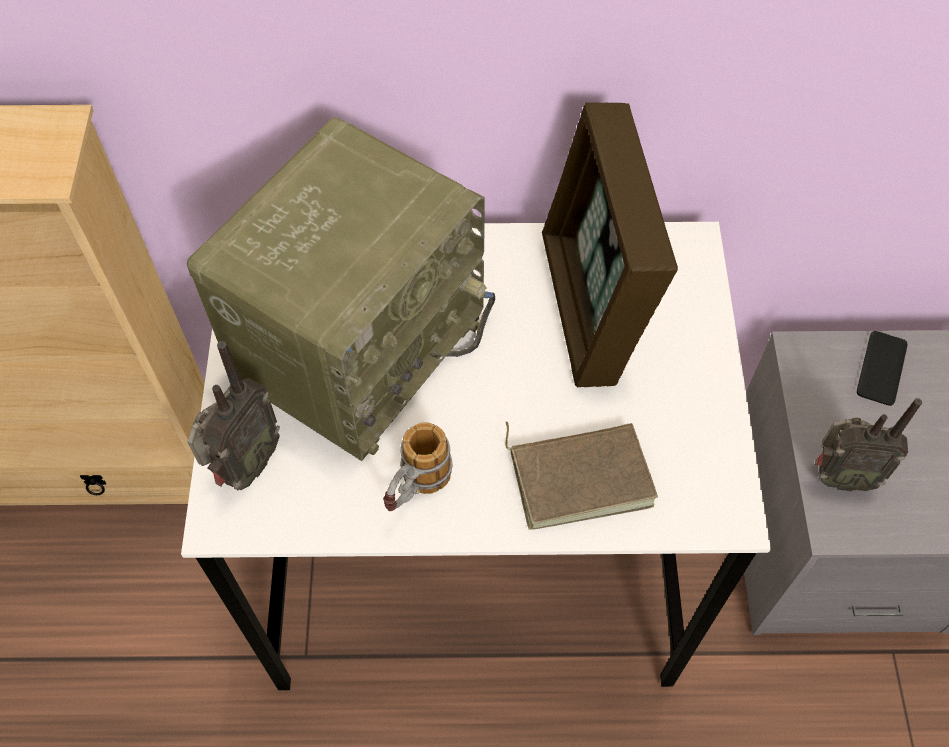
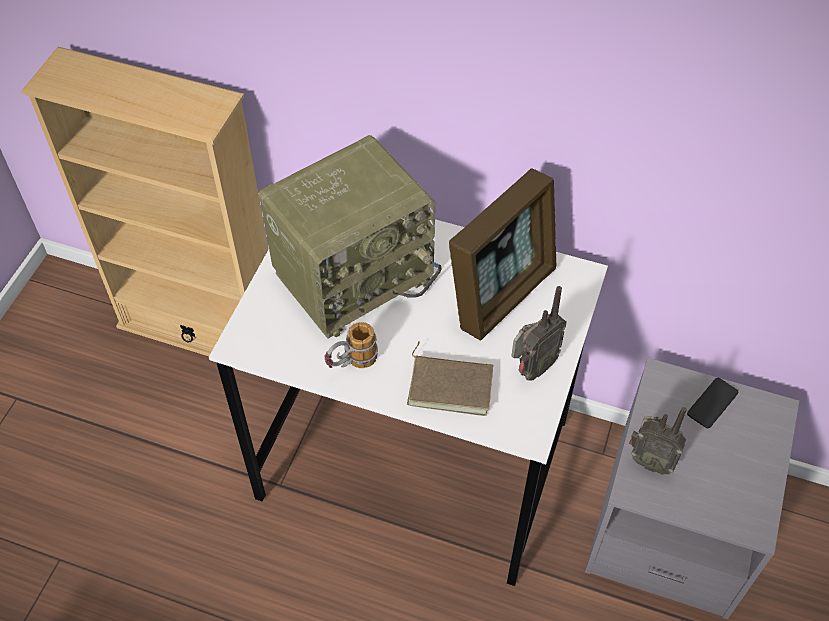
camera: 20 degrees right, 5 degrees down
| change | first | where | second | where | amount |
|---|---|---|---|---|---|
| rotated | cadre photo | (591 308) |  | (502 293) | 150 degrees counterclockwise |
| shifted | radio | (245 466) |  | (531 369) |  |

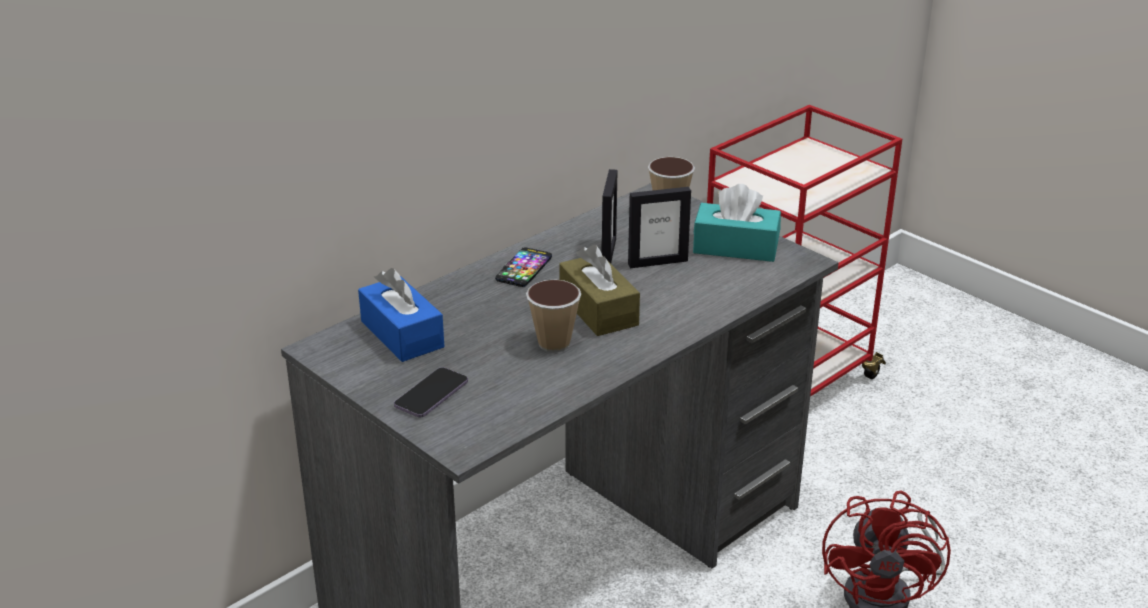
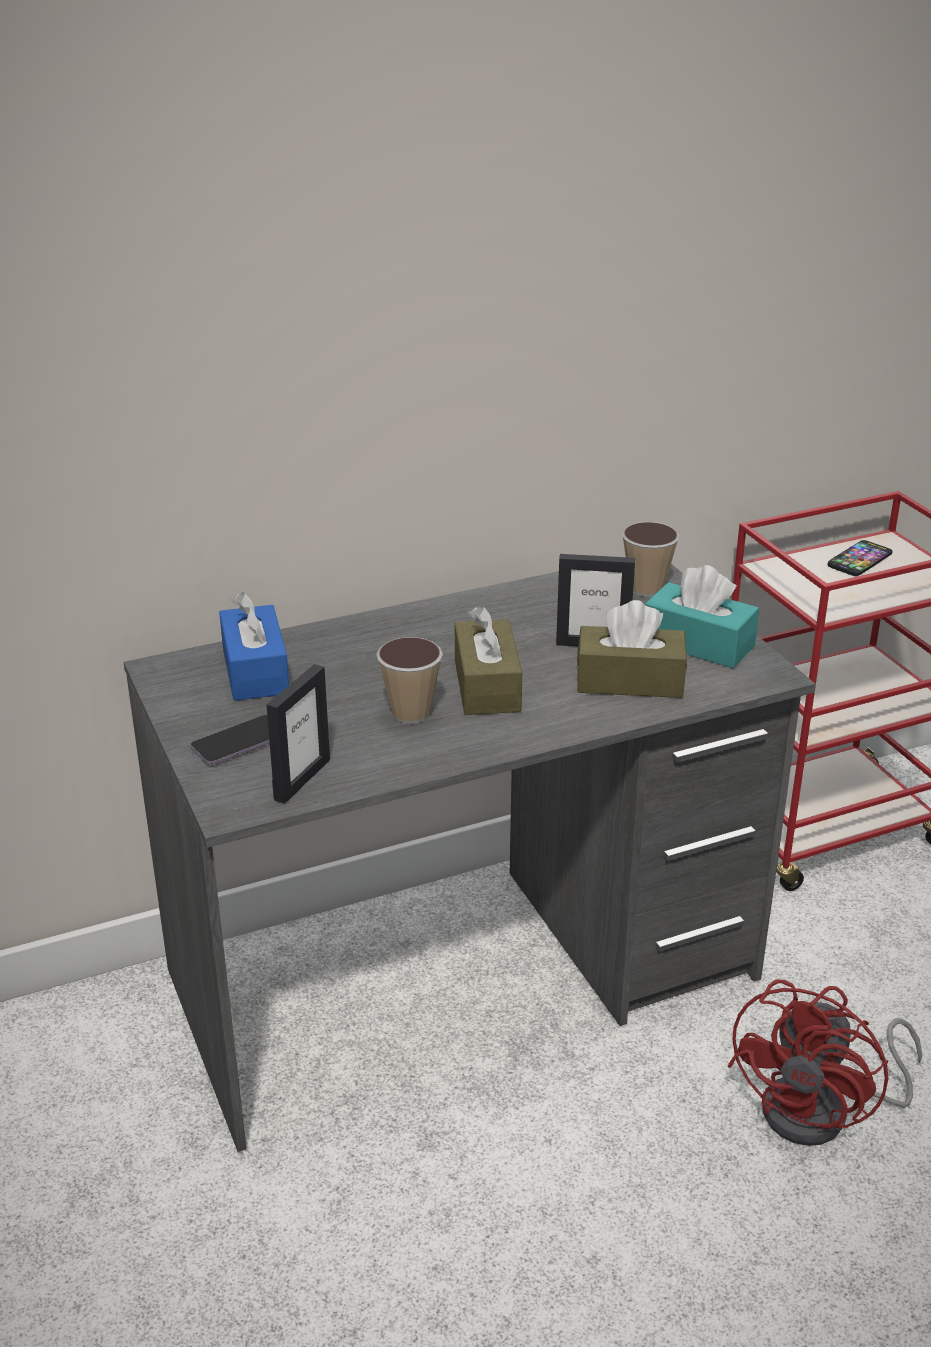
camera: 20 degrees right, 0 degrees up
| change | first | where | second | where | amount |
|---|---|---|---|---|---|
| shifted | cadre photo | (608 253) |  | (301 779) |  |
| new |  |  | boîte à mouchoirs (marron) | (630 681) |  |
| shifted | téléphone | (524 268) |  | (859 560) |  |

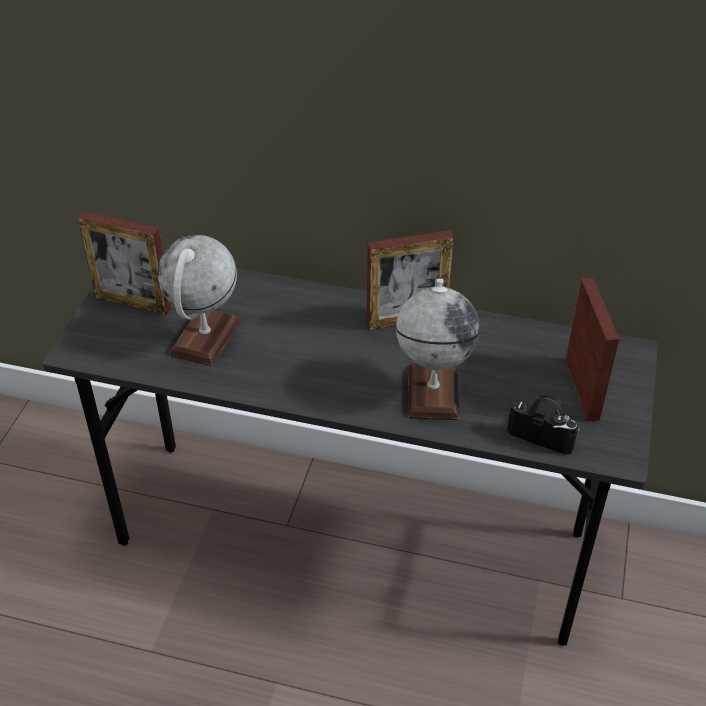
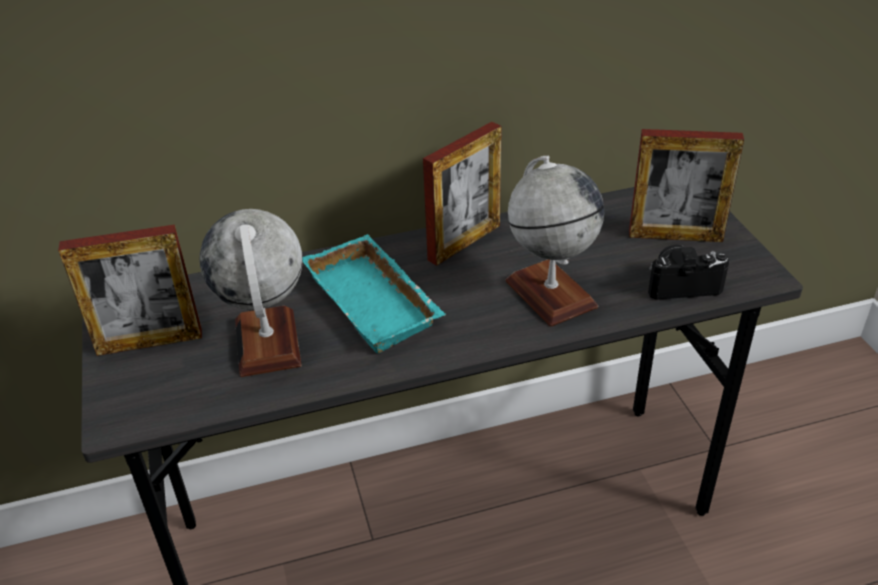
camera: 30 degrees left, 5 degrees down
| change | first | where | second | where | amount |
|---|---|---|---|---|---|
| new |  |  | plateau (turquoise) | (377 301) |  |
| rotated | cadre photo | (582 389) |  | (675 236) | 135 degrees clockwise |

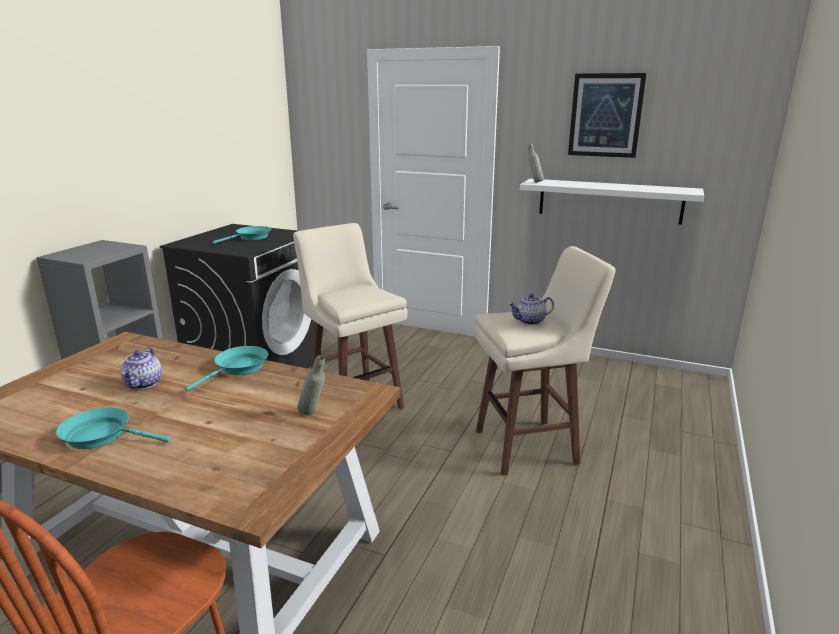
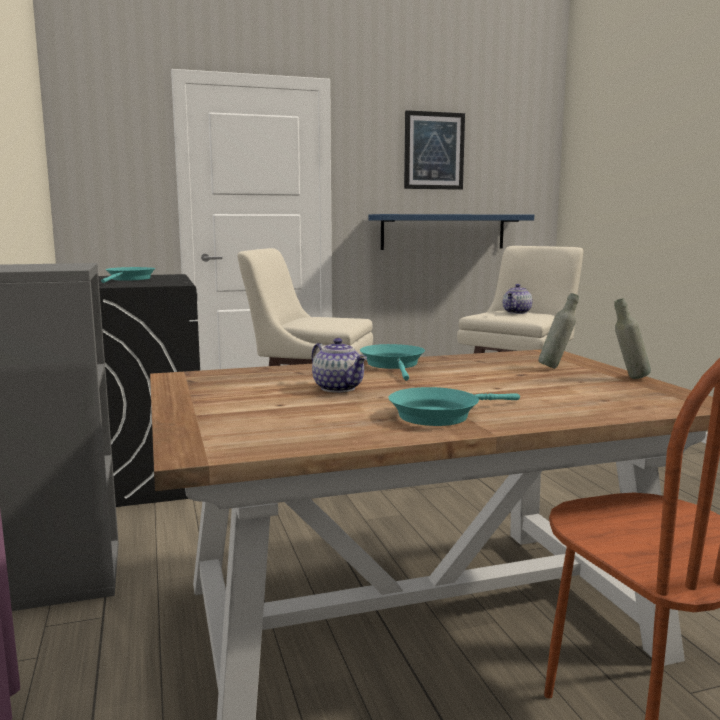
camera: 40 degrees left, 10 degrees down
| change | first | where | second | where | amount |
|---|---|---|---|---|---|
| repainted | étagère (blanc) | (609 201) | étagère (bleu) | (443 232) |  |
| shifted | bouteille (gris) | (534 182) |  | (629 378) |  |

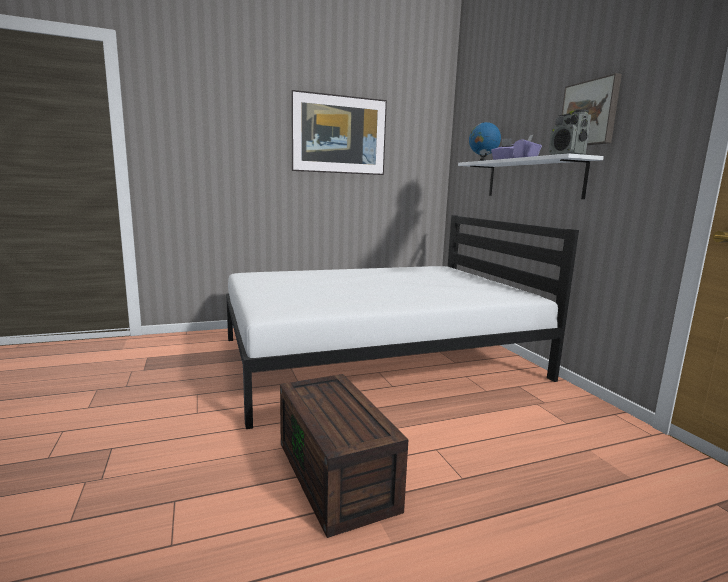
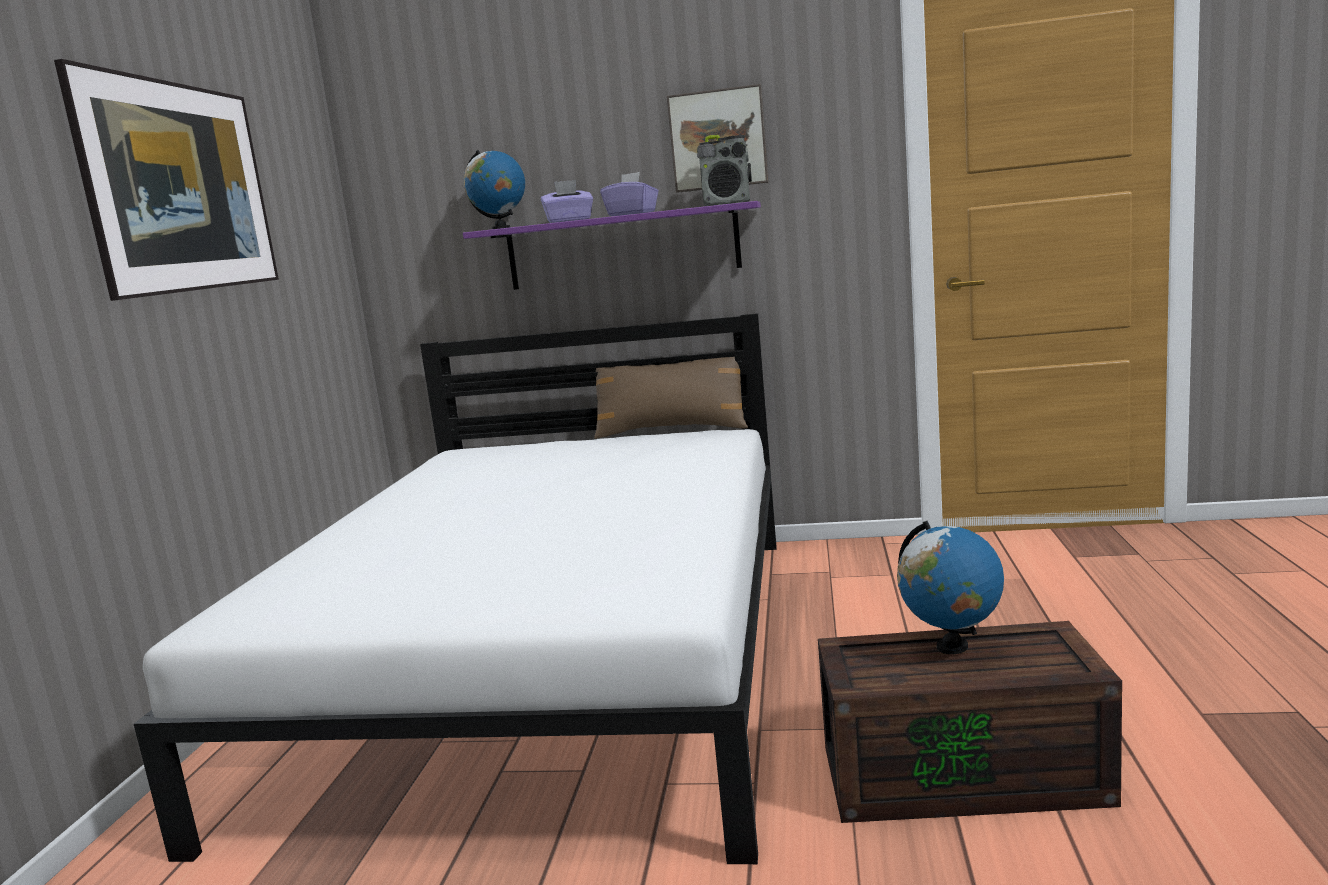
camera: 60 degrees left, 0 degrees up
| change | first | where | second | where | amount |
|---|---|---|---|---|---|
| repainted | étagère (blanc) | (532 179) | étagère (violet) | (622 248) |  |
| new |  |  | coussin (marron) | (671 430) |  |
| new |  |  | globe | (951 647) |  |

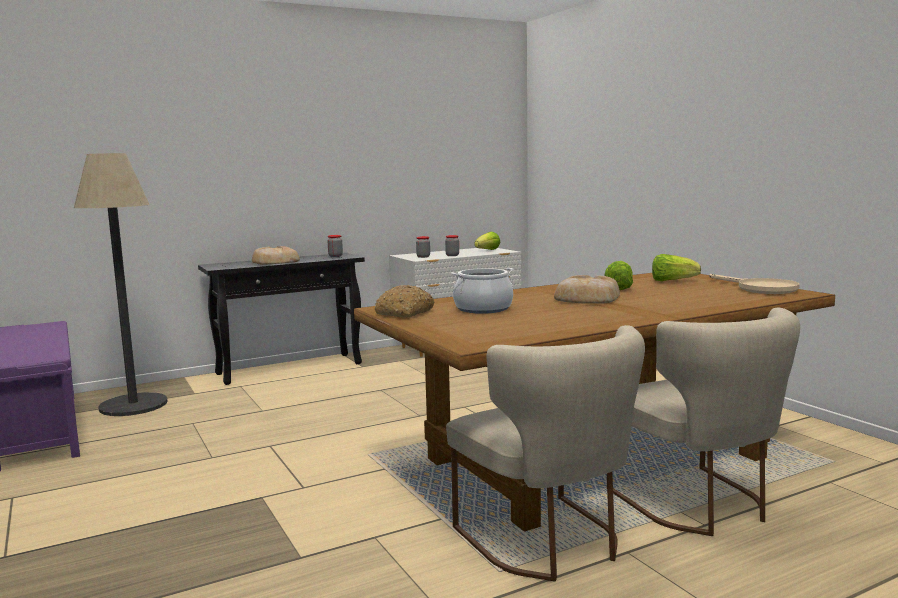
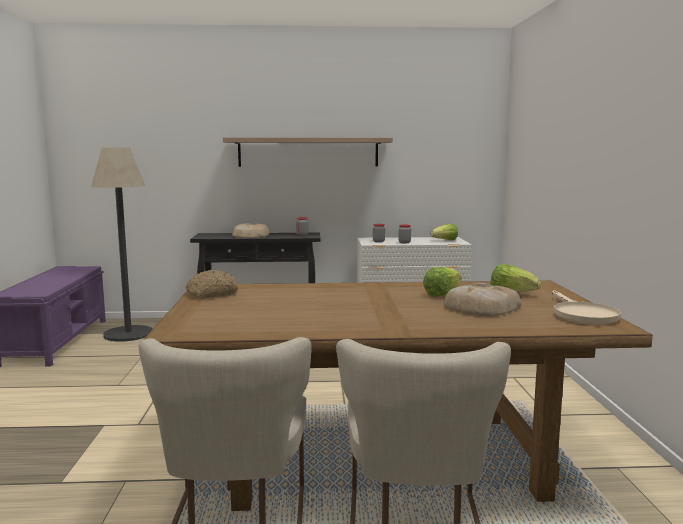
camera: 25 degrees right, 0 degrees up
| change | first | where | second | where | amount |
|---|---|---|---|---|---|
| new |  |  | étagère | (308 152) |  |
| shifted | pain | (586 298) |  | (480 307) |  |
| gone | marmite | (483 309) |  |  |  |

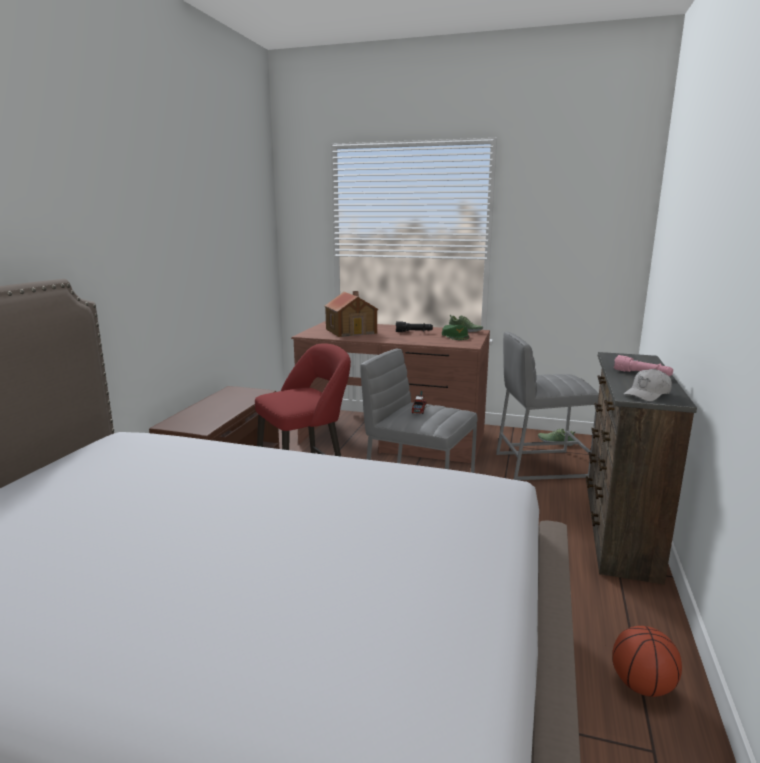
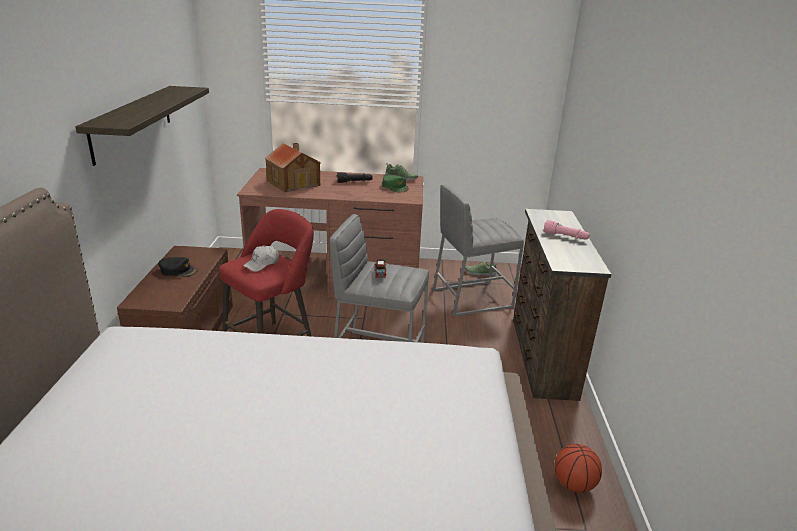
camera: 15 degrees left, 10 degrees up
| change | first | where | second | where | amount |
|---|---|---|---|---|---|
| new |  |  | étagère | (132 122) |  |
| new |  |  | casquette (noir) | (178 270) |  |
| shifted | casquette (blanc) | (647 394) |  | (262 264) |  |

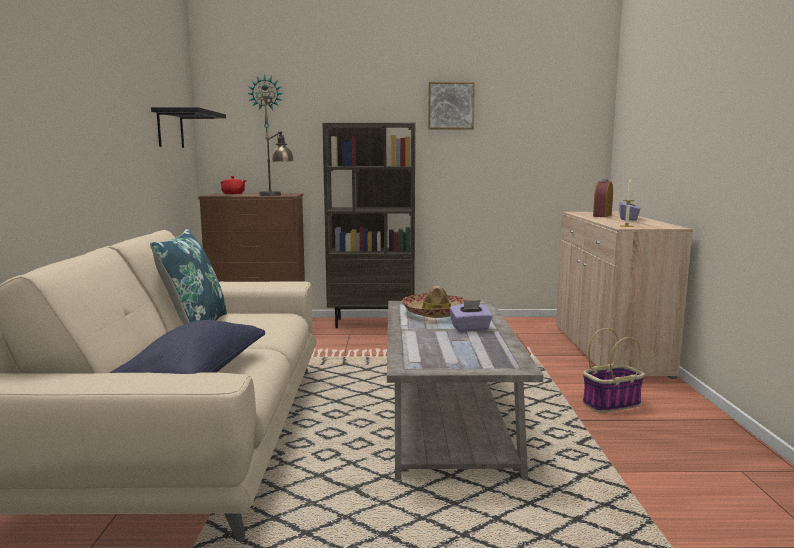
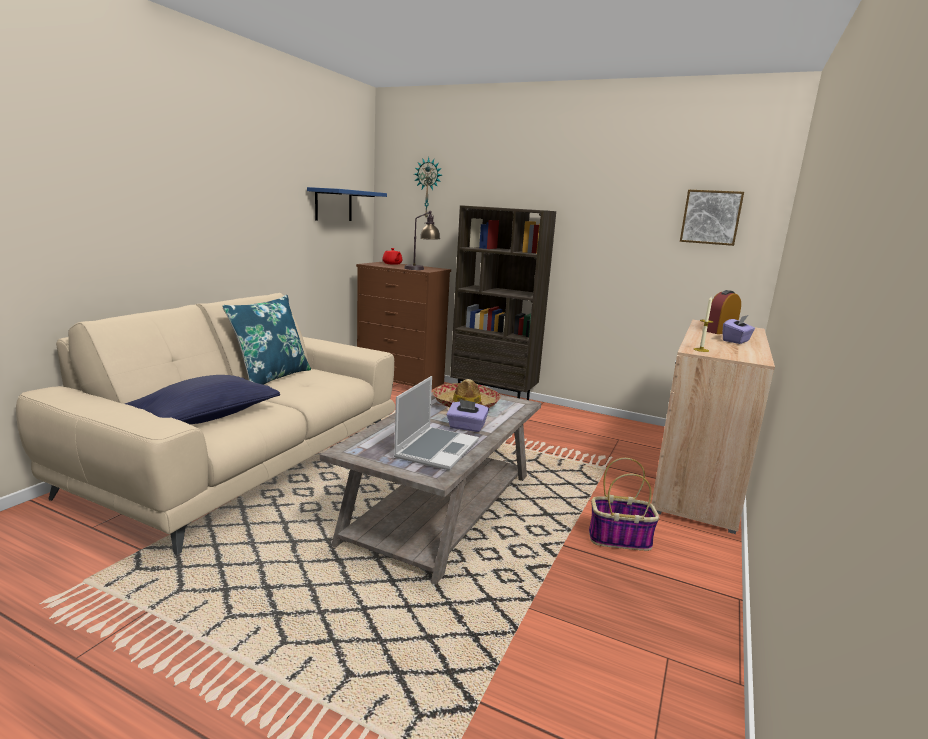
camera: 25 degrees right, 5 degrees up
| change | first | where | second | where | amount |
|---|---|---|---|---|---|
| repainted | étagère (noir) | (170 129) | étagère (bleu) | (333 205) |  |
| new |  |  | ordinateur portable | (436 449) |  |
| shifted | tableau | (451 106) |  | (711 217) |  |

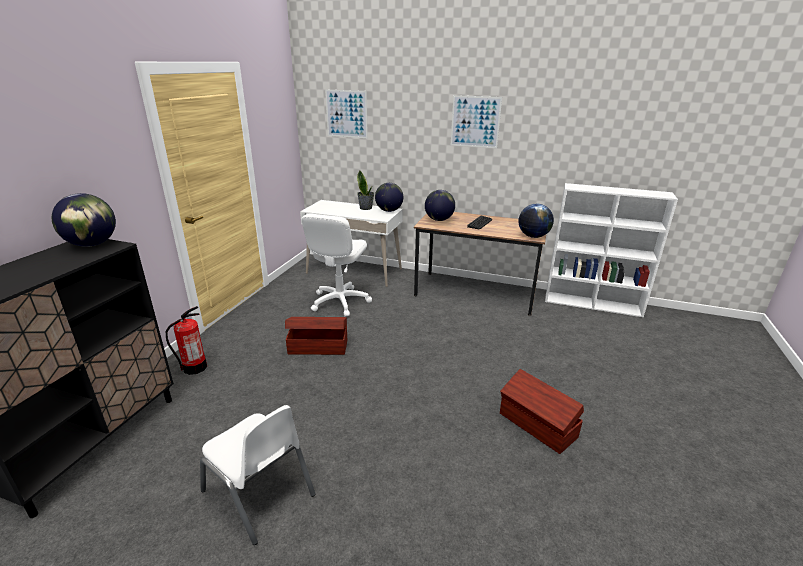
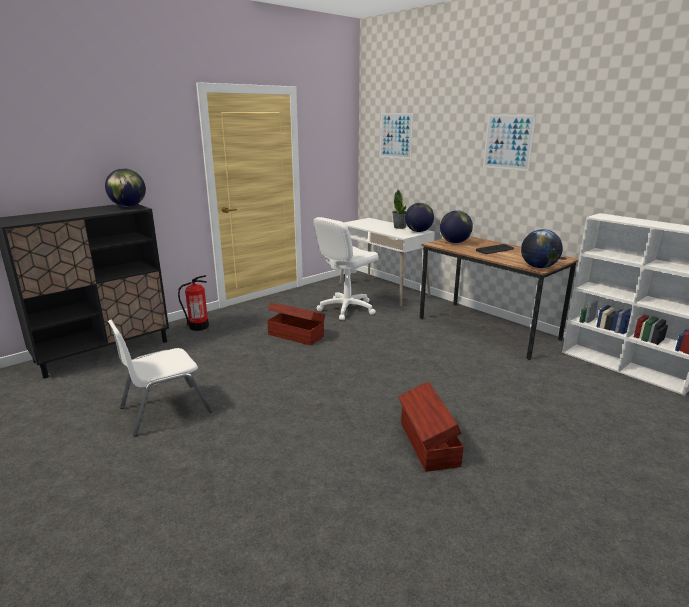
camera: 30 degrees right, 5 degrees down
| change | first | where | second | where | amount |
|---|---|---|---|---|---|
| rotated | chaise (blanc) | (259 493) |  | (165 409) | 75 degrees clockwise |

